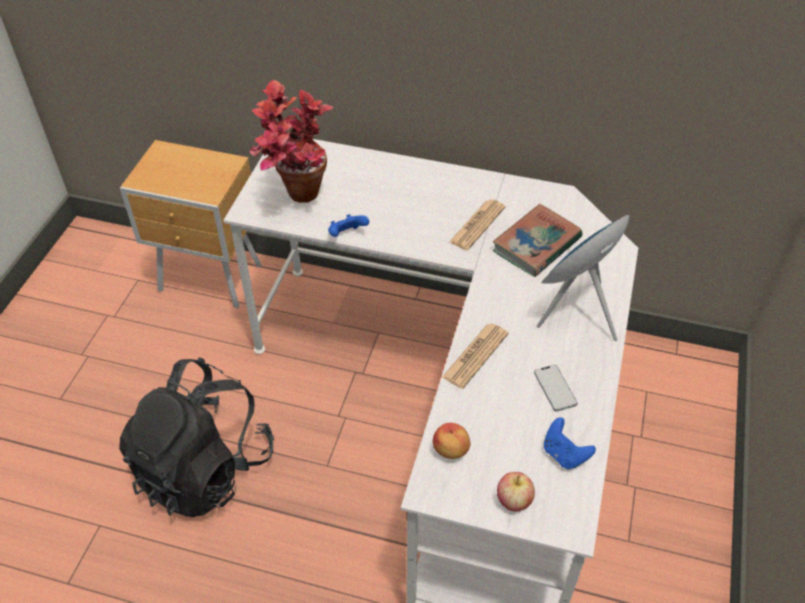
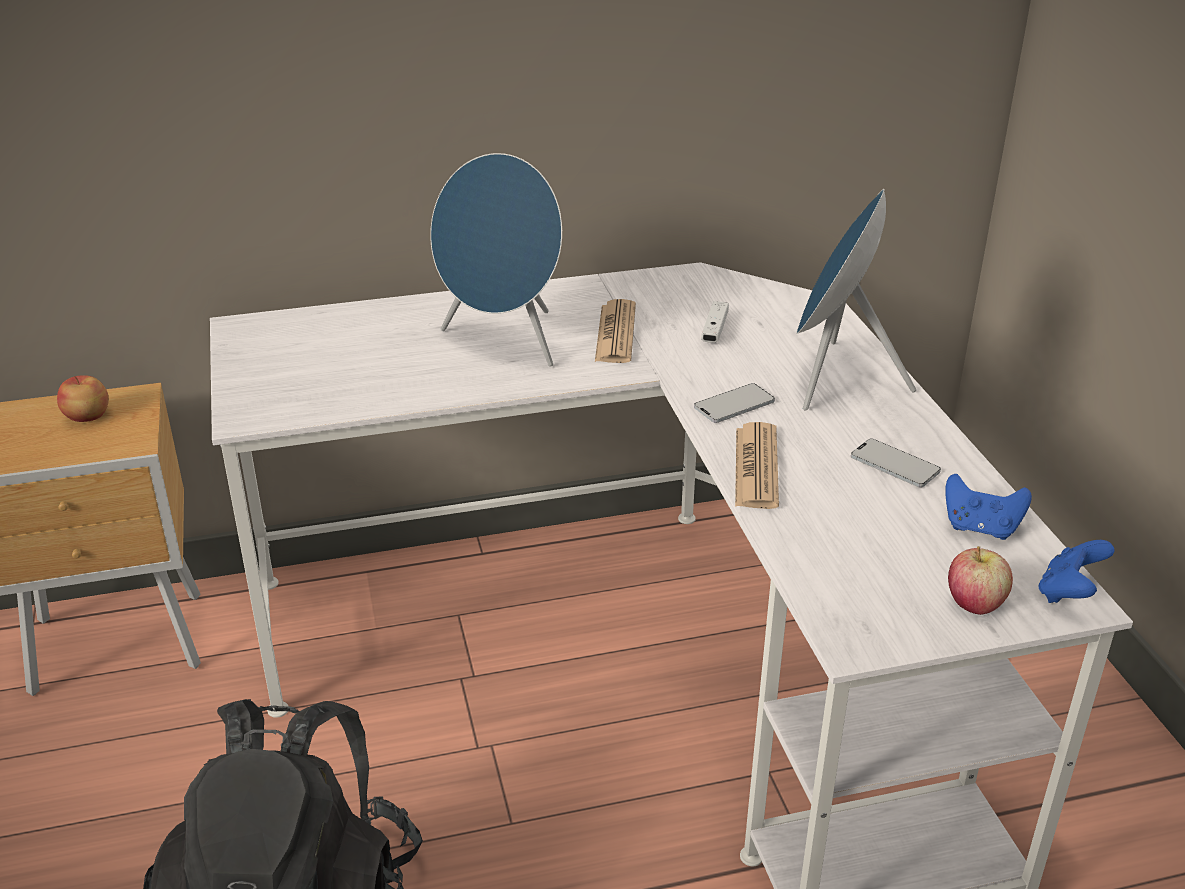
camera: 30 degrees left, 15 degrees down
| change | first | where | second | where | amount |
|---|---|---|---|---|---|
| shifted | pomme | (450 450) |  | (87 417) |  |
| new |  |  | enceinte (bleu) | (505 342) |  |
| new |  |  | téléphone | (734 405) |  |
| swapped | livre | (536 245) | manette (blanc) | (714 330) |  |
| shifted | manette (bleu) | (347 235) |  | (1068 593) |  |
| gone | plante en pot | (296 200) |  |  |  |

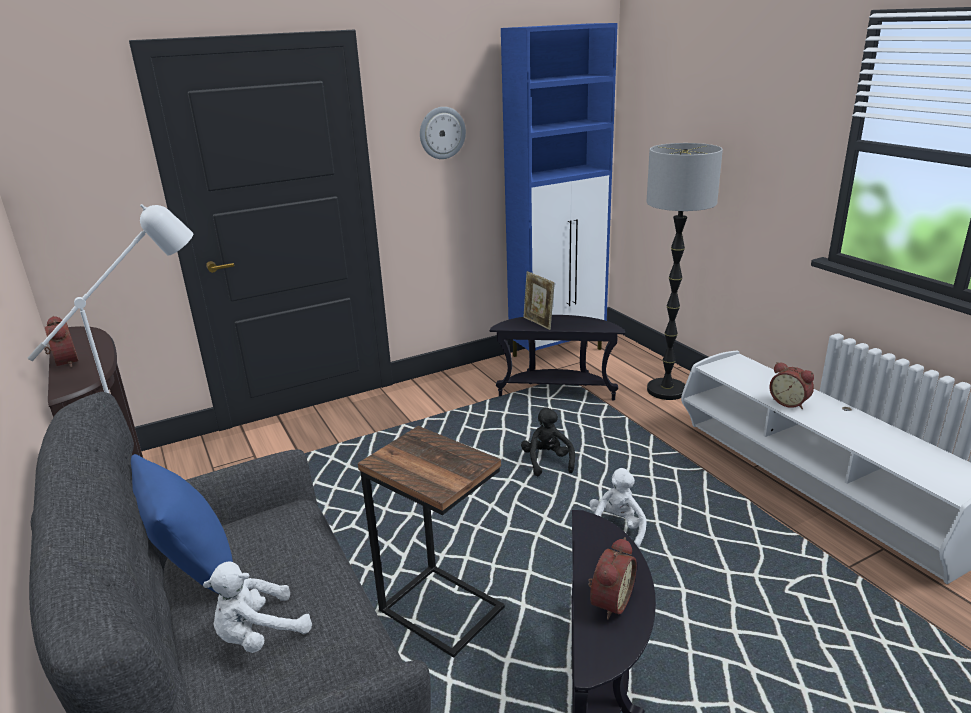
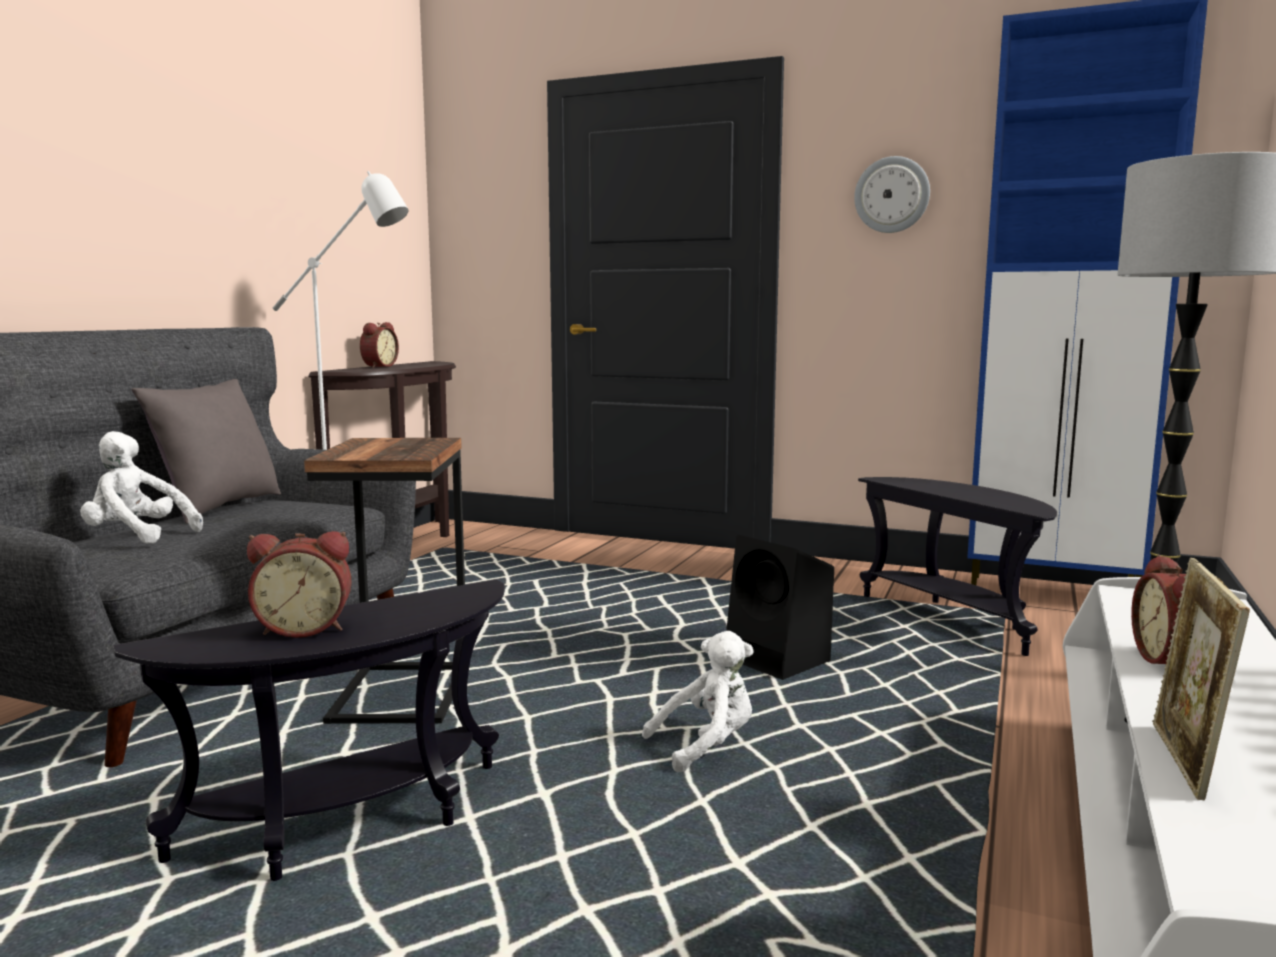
camera: 50 degrees right, 15 degrees down
| change | first | where | second | where | amount |
|---|---|---|---|---|---|
| repainted | coussin (bleu) | (196 573) | coussin (gris) | (217 508) |  |
| swapped | peluche (noir) | (547 461) | enceinte (noir) | (779 661) |  |
| shifted | cadre photo | (538 323) |  | (1185 762) |  |

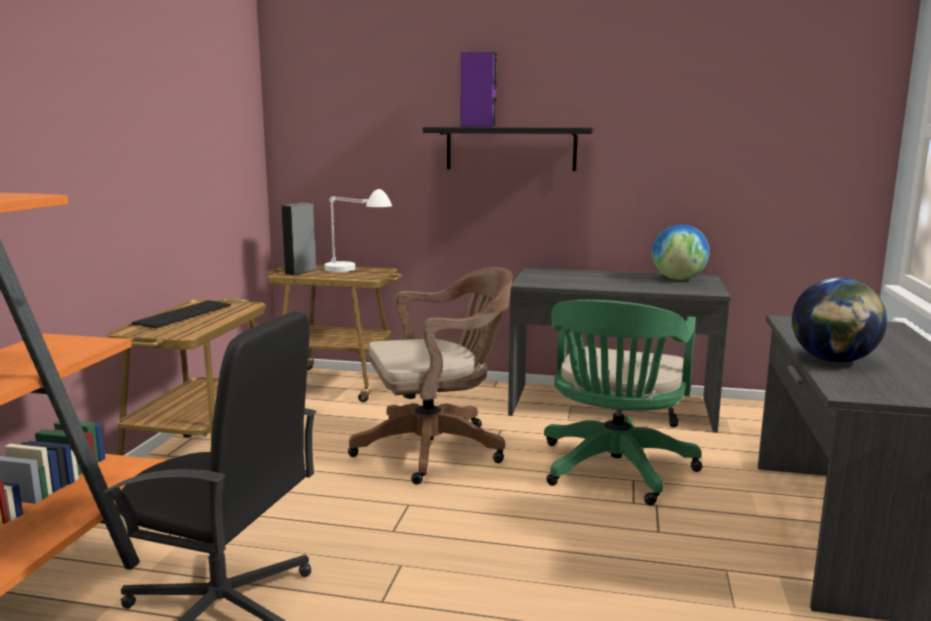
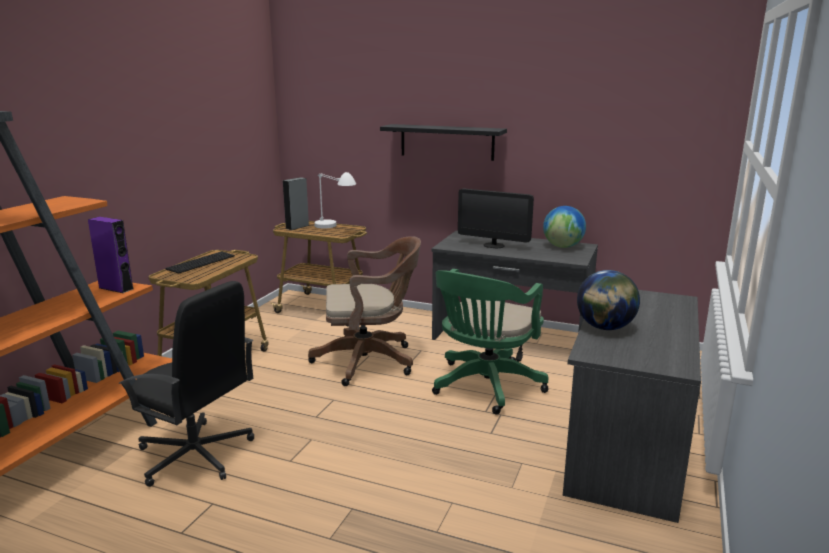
camera: 10 degrees right, 5 degrees up
| change | first | where | second | where | amount |
|---|---|---|---|---|---|
| shifted | enceinte (violet) | (478 126) |  | (116 288) |  |
| new |  |  | écran d'ordinateur | (494 245) |  |

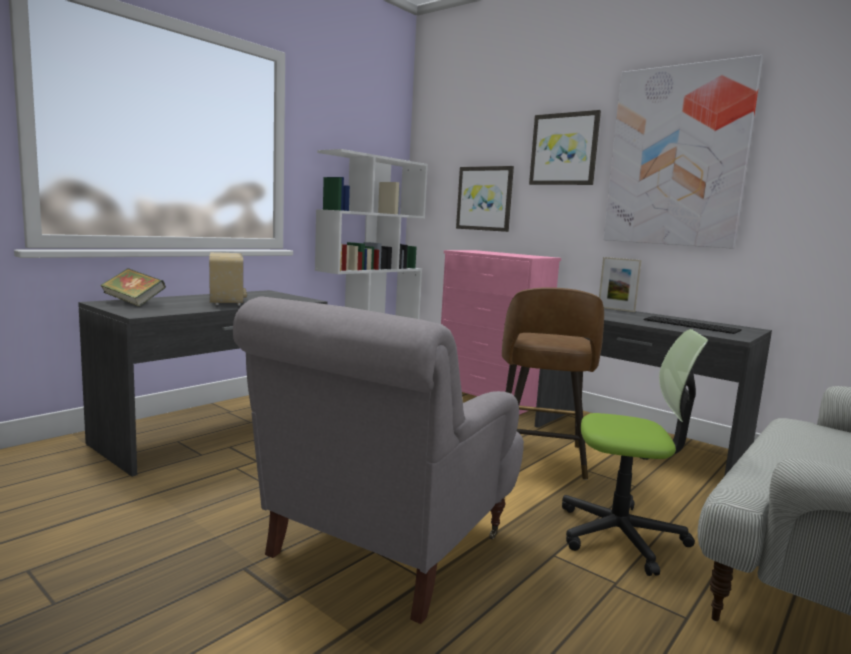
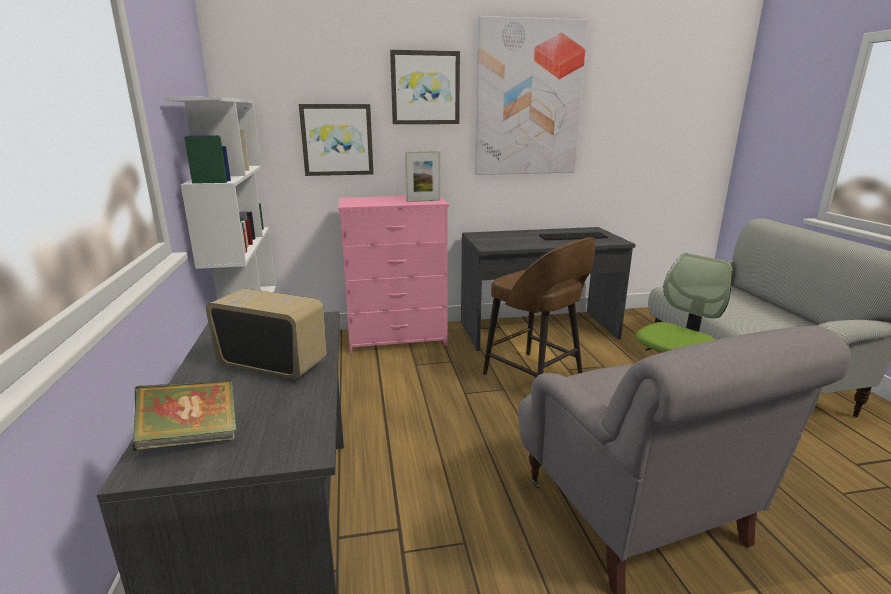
camera: 50 degrees left, 10 degrees up
| change | first | where | second | where | amount |
|---|---|---|---|---|---|
| shifted | cadre photo | (616 309) |  | (423 201) |  |

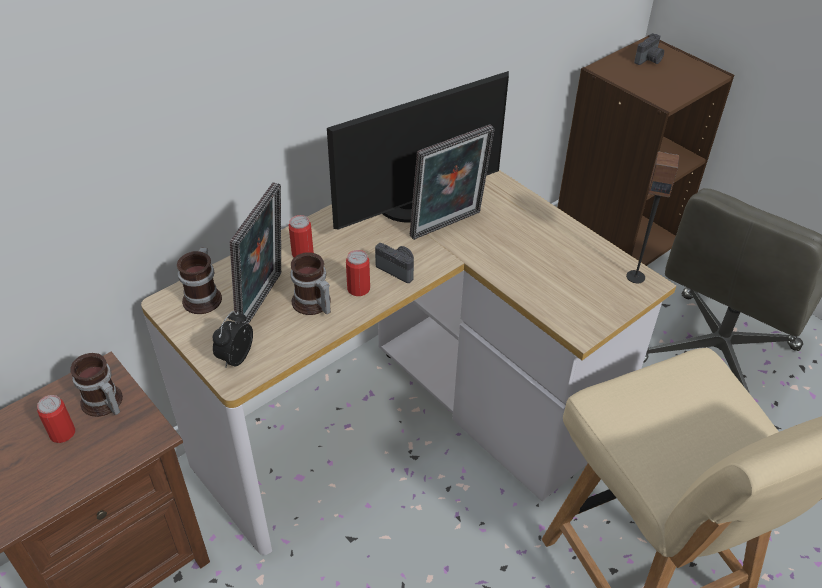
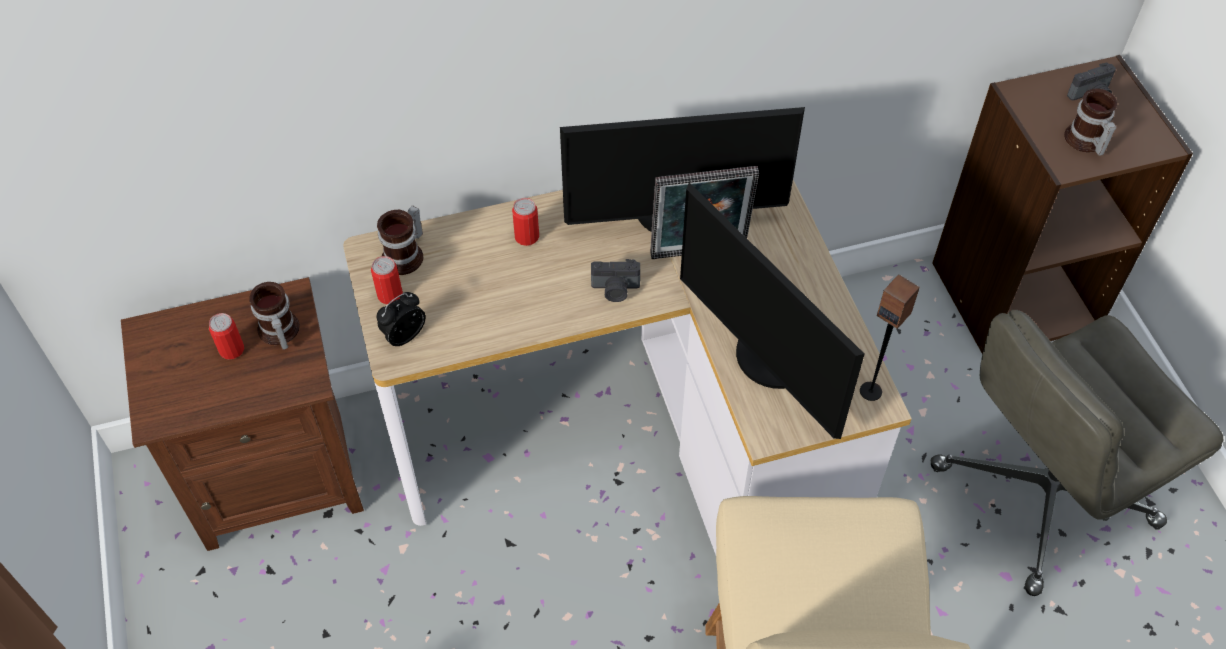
camera: 25 degrees right, 10 degrees up
| change | first | where | second | where | amount |
|---|---|---|---|---|---|
| shifted | boîte métallique | (358 289) |  | (390 295) |  |
| rotated | appareil photo | (398 269) |  | (615 290) | 120 degrees clockwise |
| new |  |  | écran d'ordinateur | (769 359) |  |
| shifted | mug | (312 304) |  | (1084 141) |  |
| gone | cadre photo | (264 302) |  |  |  |

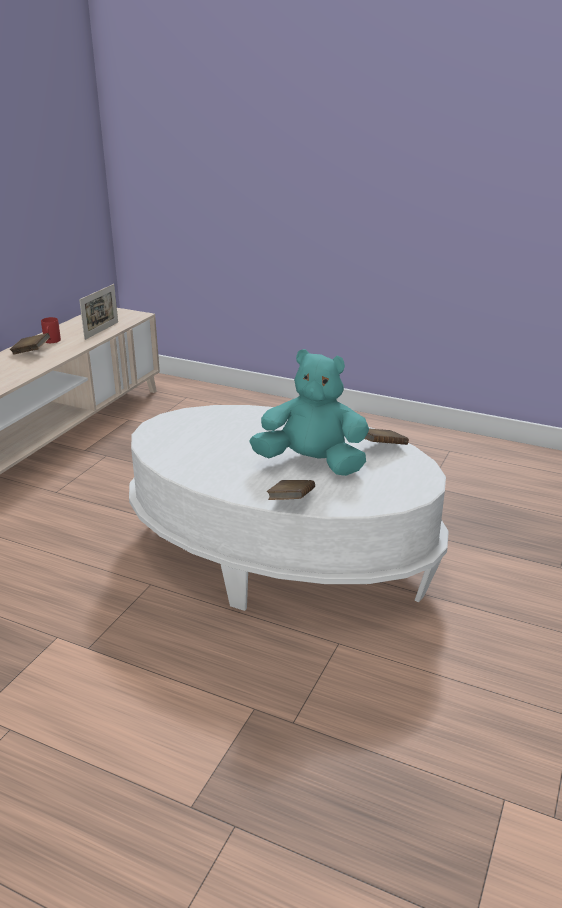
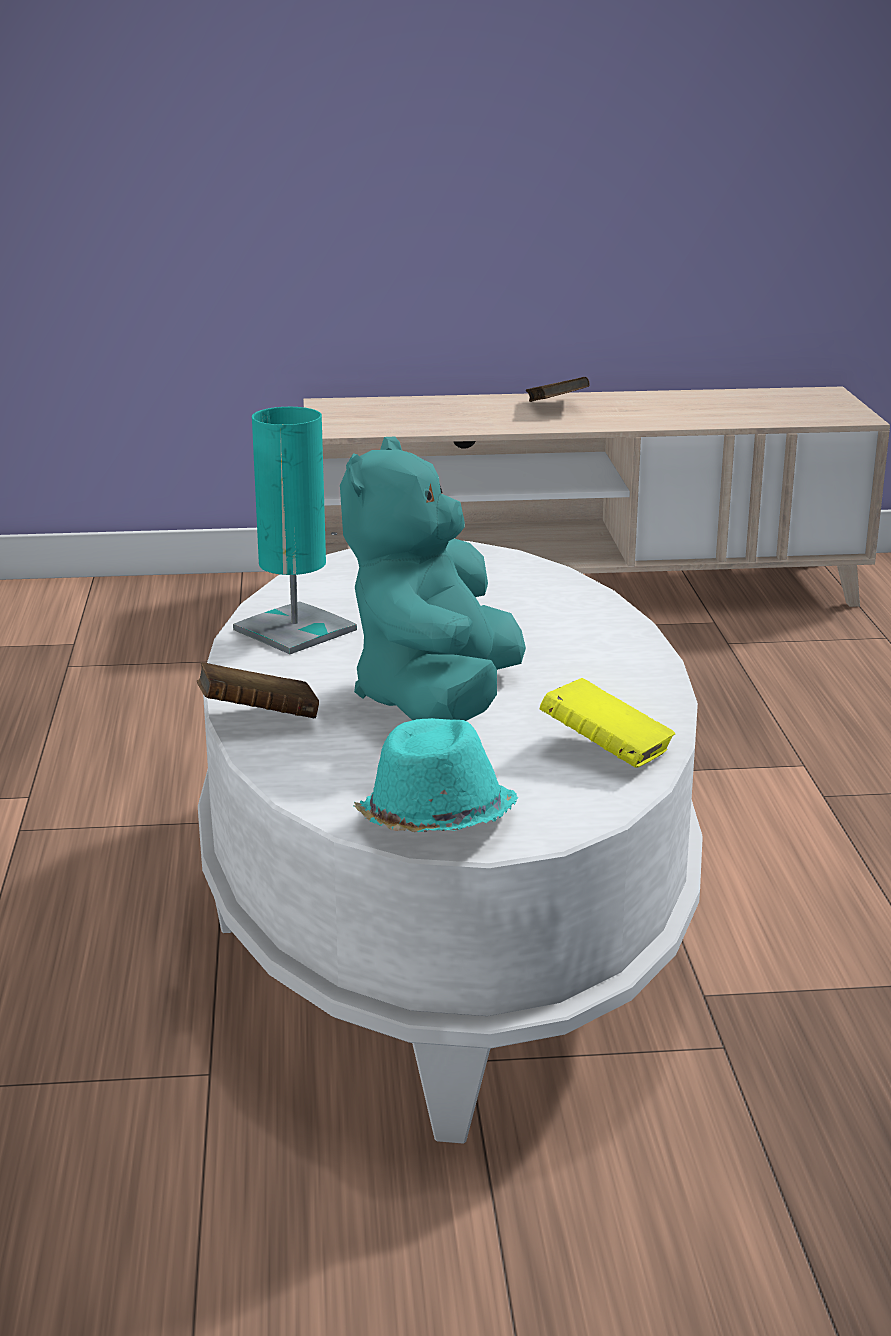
camera: 60 degrees right, 5 degrees down
| change | first | where | second | where | amount |
|---|---|---|---|---|---|
| new |  |  | lampe de table (turquoise) | (295 630) |  |
| rotated | peluche (turquoise) | (312 463) |  | (436 702) | 150 degrees counterclockwise |
| new |  |  | chapeau (turquoise) | (435 821) |  |
| repainted | livre (marron) | (381 447) | livre (jaune) | (606 751) |  |
| gone | mug (rouge) | (51 342) |  |  |  |
| gone | cadre photo | (101 330) |  |  |  |

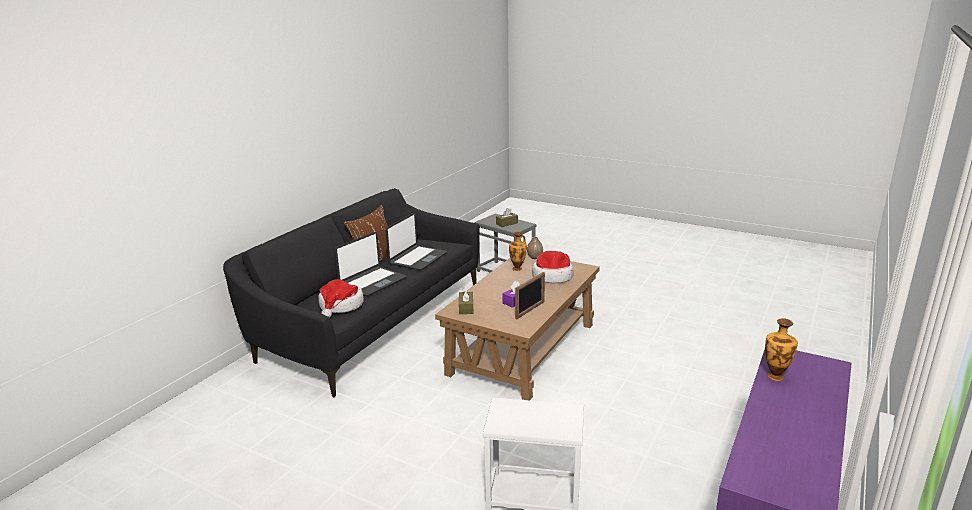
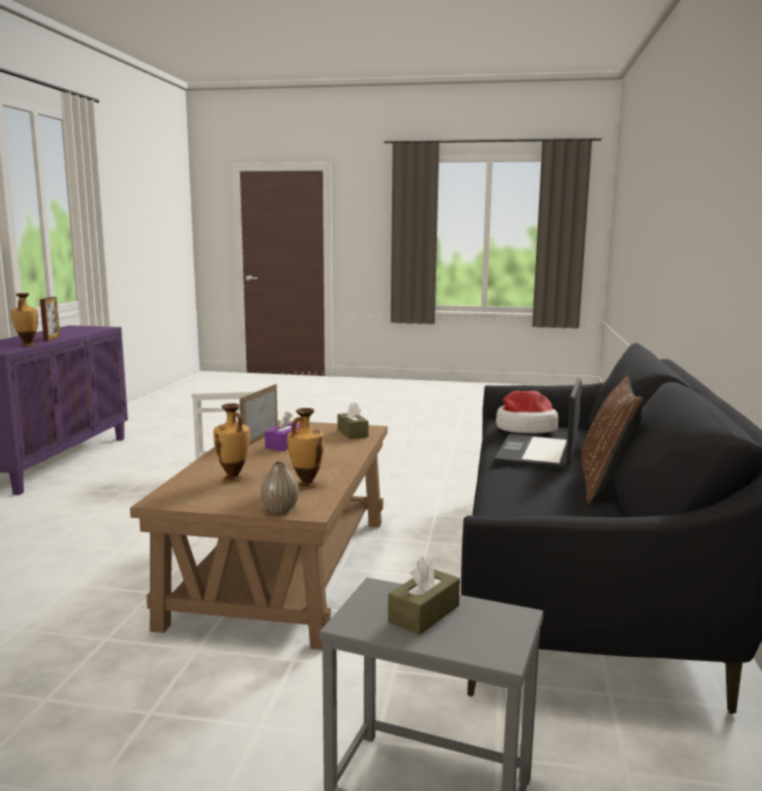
camera: 160 degrees right, 10 degrees down
| change | first | where | second | where | amount |
|---|---|---|---|---|---|
| new |  |  | cadre photo | (52 338) |  |
| swapped | chapeau | (552 276) | vase | (233 479) |  |
| gone | ordinateur portable | (417 258) |  |  |  |

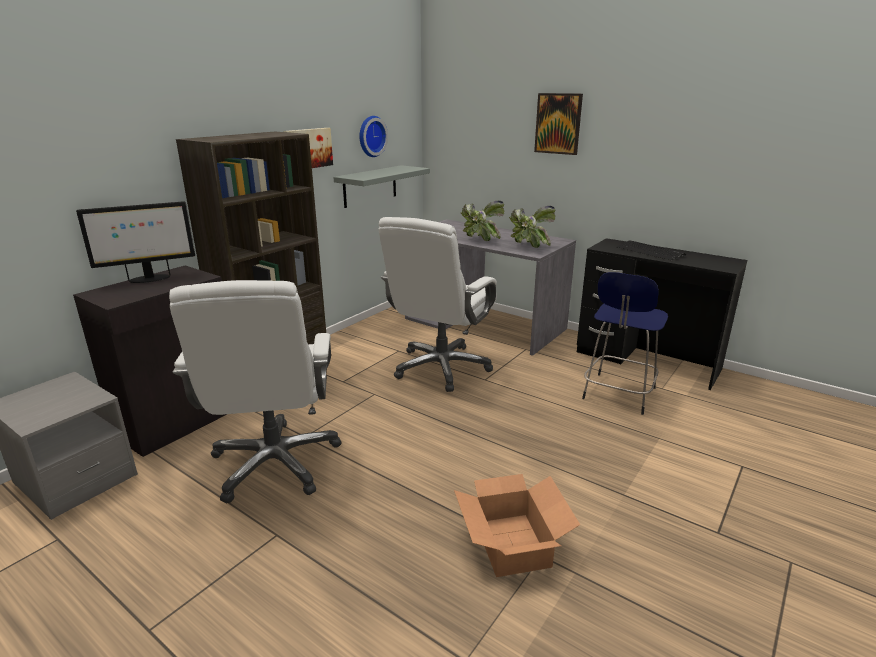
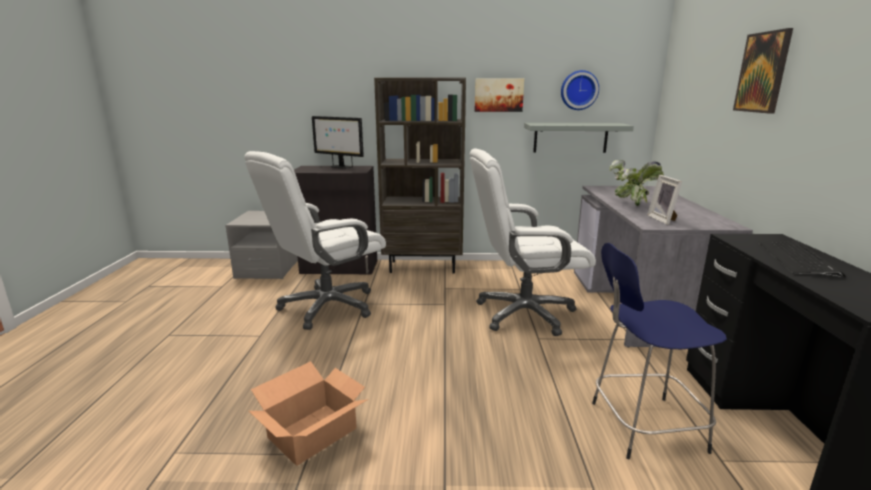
camera: 55 degrees right, 5 degrees down
| change | first | where | second | where | amount |
|---|---|---|---|---|---|
| swapped | plante en pot | (528 247) | cadre photo | (663 220) |  |

